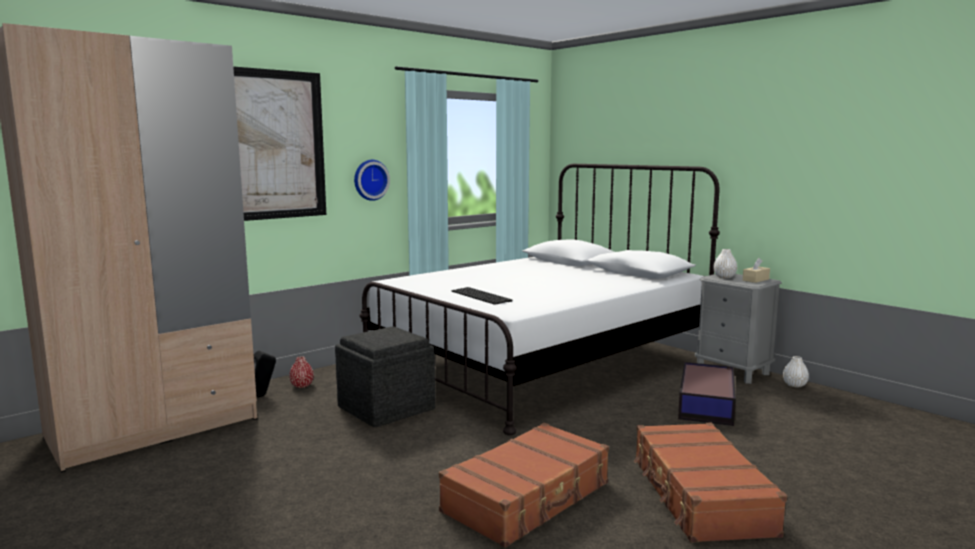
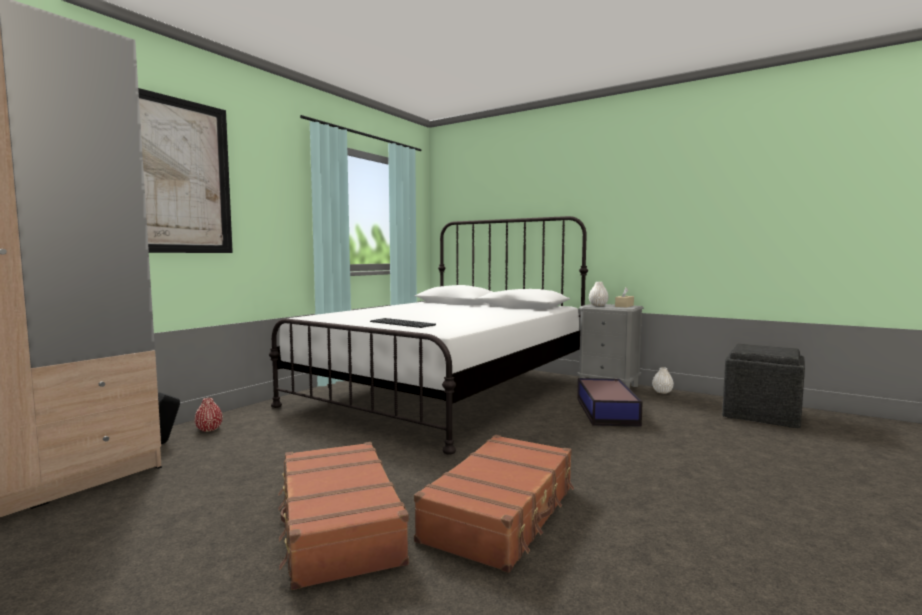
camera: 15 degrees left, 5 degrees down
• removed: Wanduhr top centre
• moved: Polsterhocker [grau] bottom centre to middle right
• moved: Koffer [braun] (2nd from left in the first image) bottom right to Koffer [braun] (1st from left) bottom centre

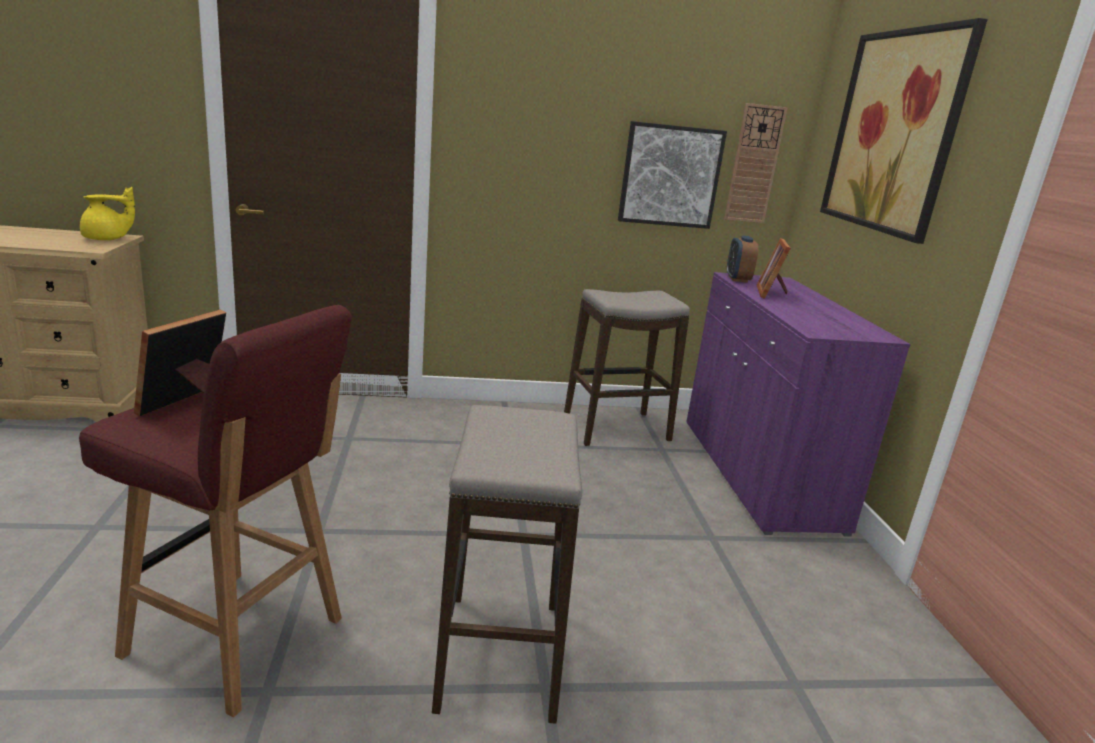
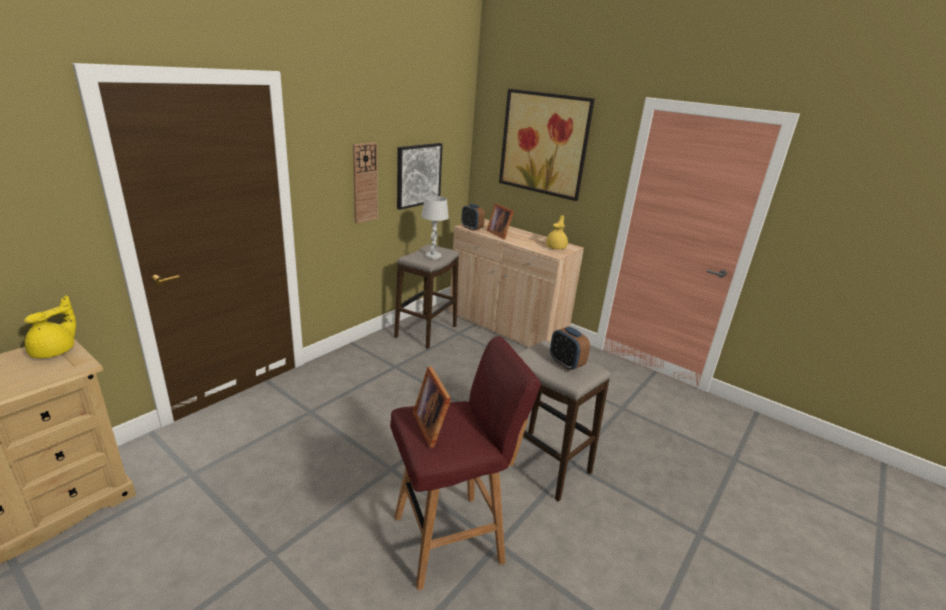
camera: 45 degrees left, 5 degrees up
• added: Tischlampe [weiß] centre
• added: Teekanne [gelb] (2nd from left) centre
• added: Wecker (2nd from left) centre
• moved: Wanduhr top right to top centre
• recoloured: Schrank [lila] middle right to Schrank [beige] centre

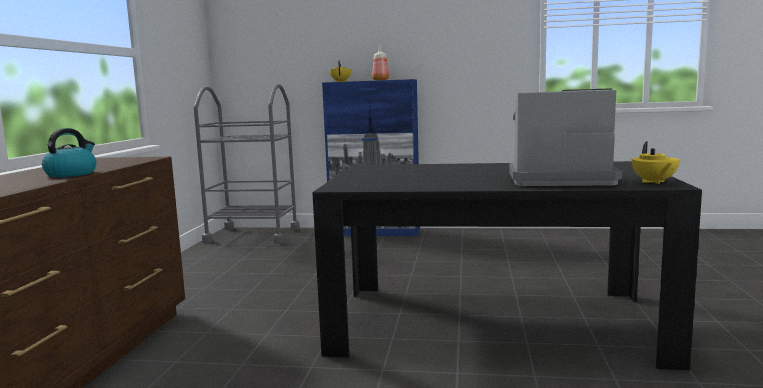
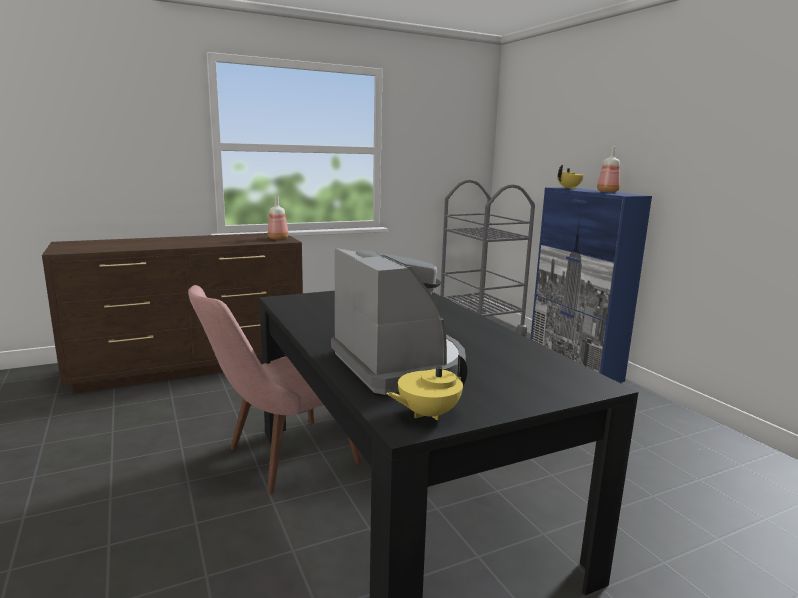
camera: 55 degrees right, 5 degrees up
• removed: Wasserkessel middle left
• added: Stuhl [rosa] centre
• added: Flasche (1st from left) centre

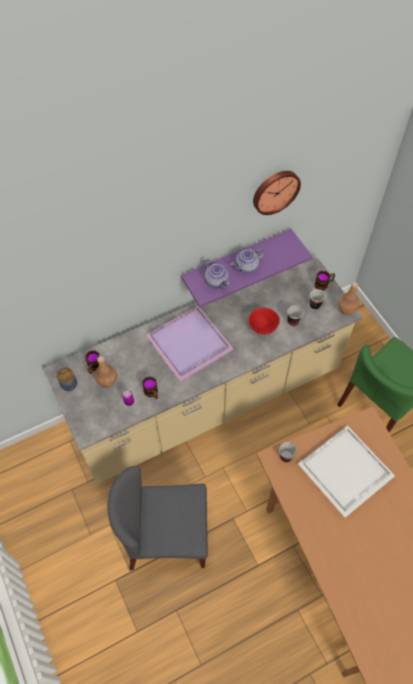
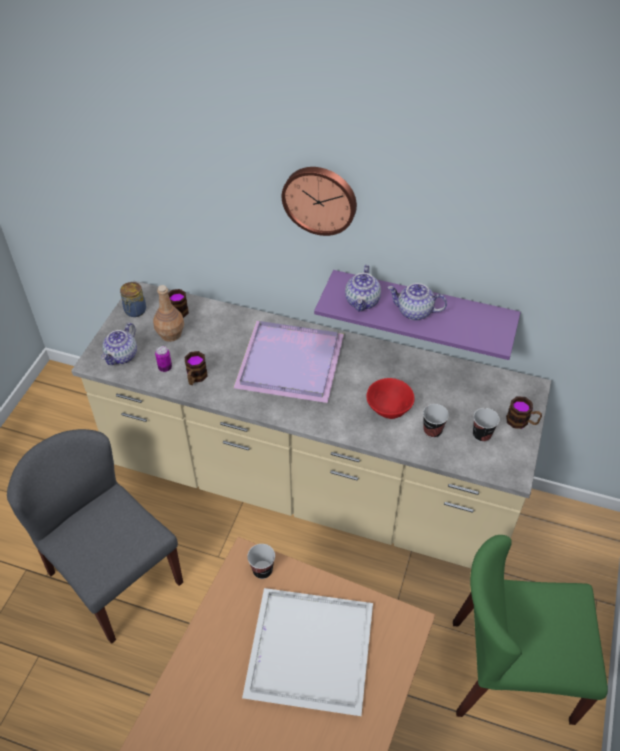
camera: 45 degrees right, 10 degrees down
• removed: Flasche [braun] (2nd from left) middle right
• added: Teekanne (1st from left) middle left
• moved: Wanduhr top right to top centre

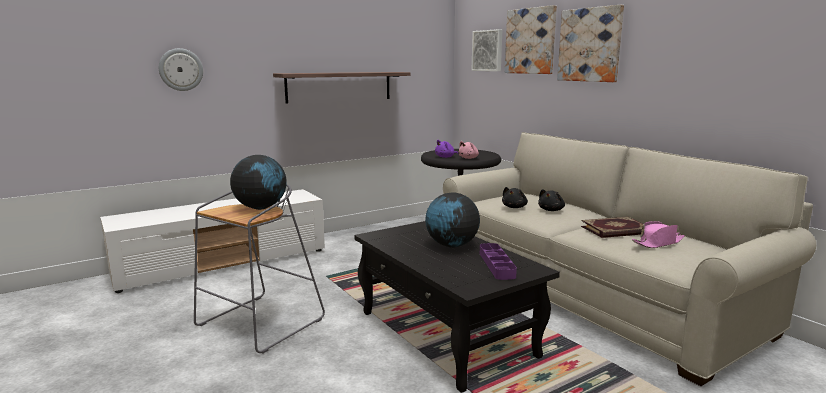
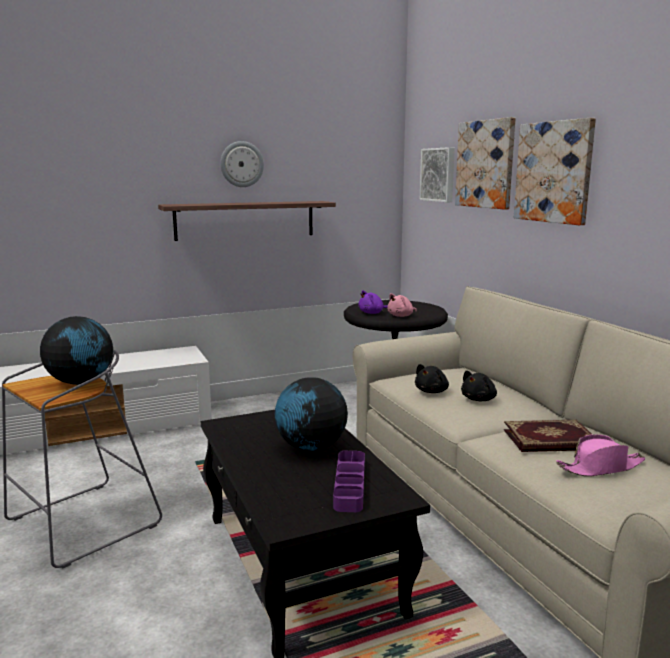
camera: 10 degrees right, 0 degrees up
• moved: Wanduhr top left to top centre

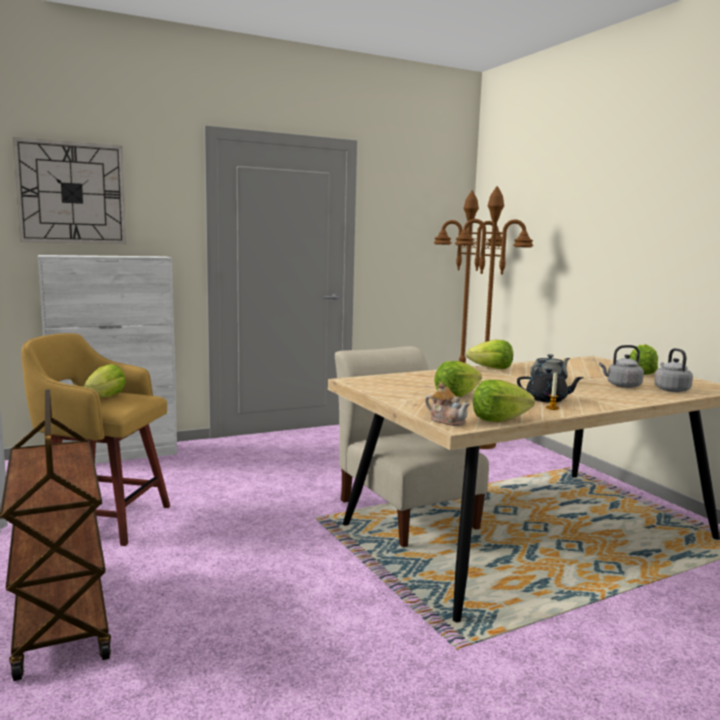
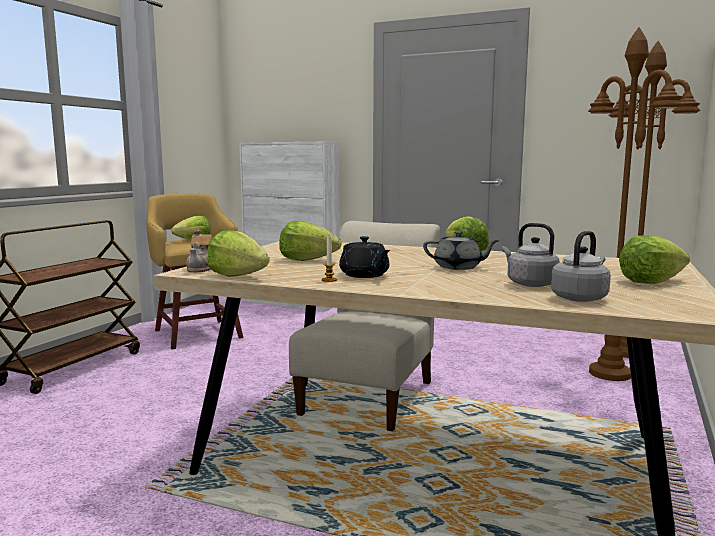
camera: 50 degrees right, 0 degrees up
• removed: Wanduhr top left

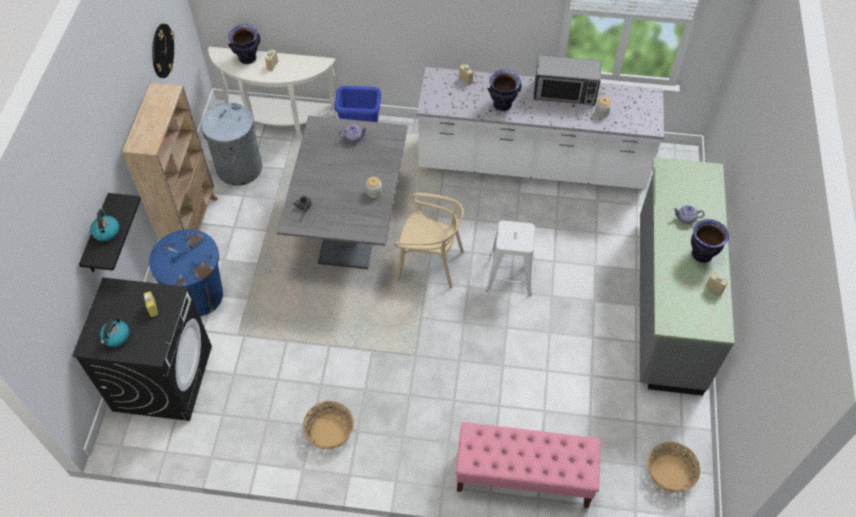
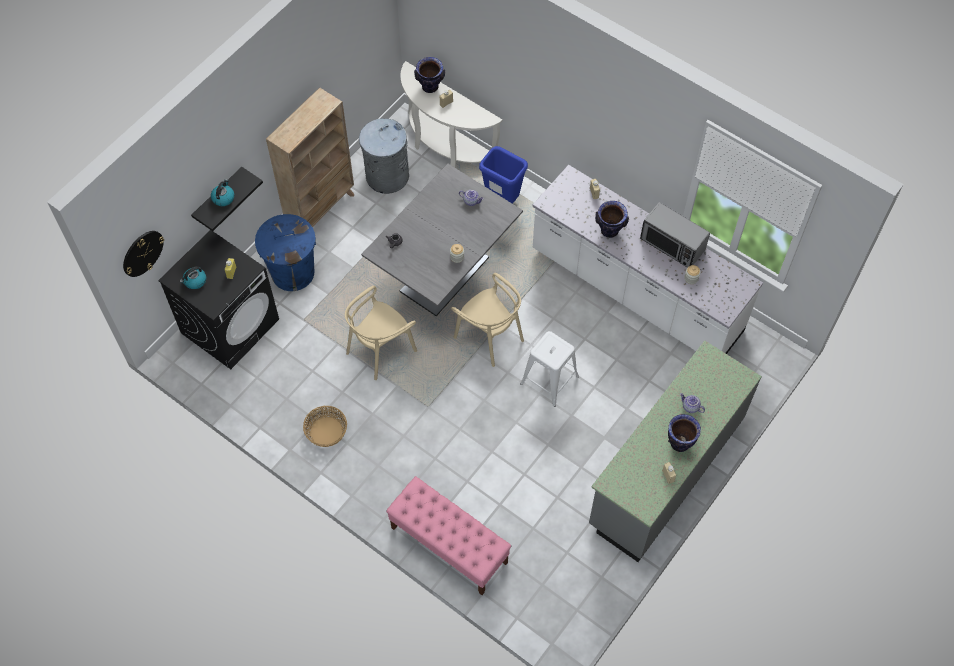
camera: 30 degrees right, 5 degrees up
• removed: Korb (2nd from left) bottom right
• added: Stuhl [beige] (1st from left) centre
• moved: Wanduhr top left to middle left

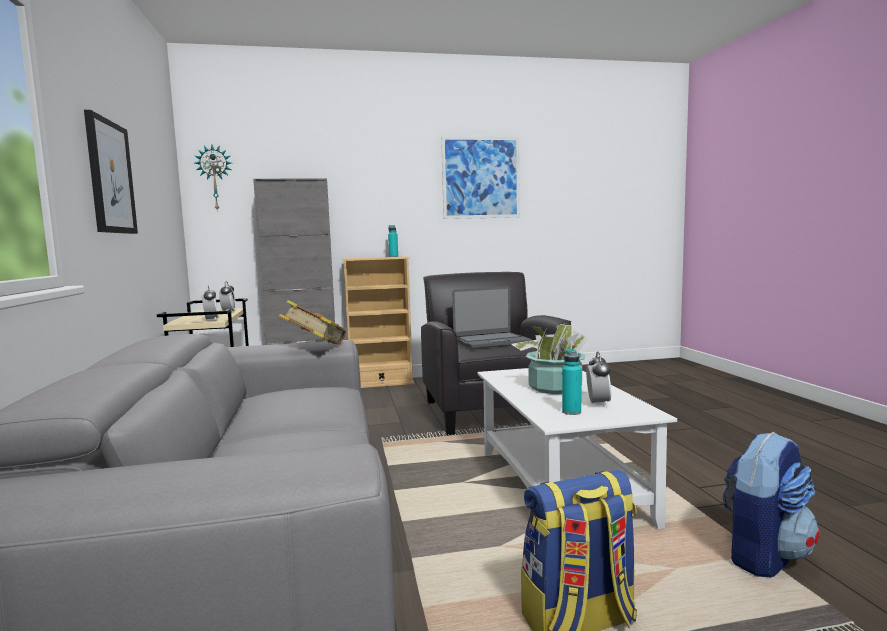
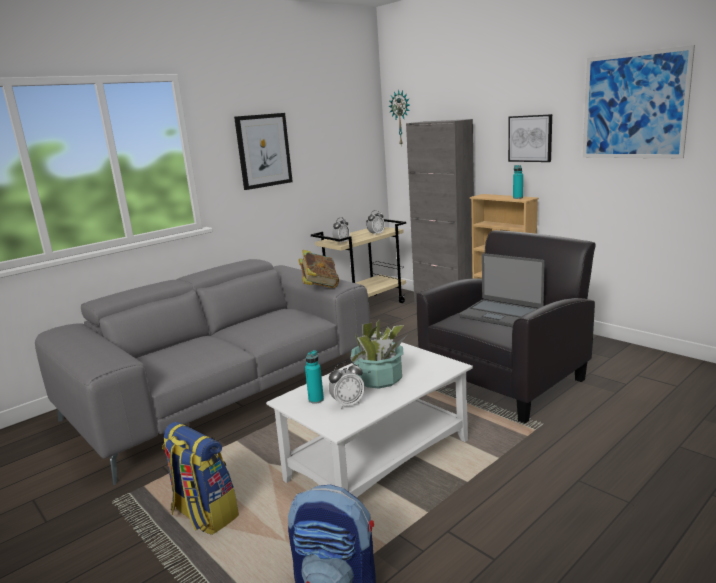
camera: 60 degrees right, 10 degrees up
• added: Bild (2nd from left) top right

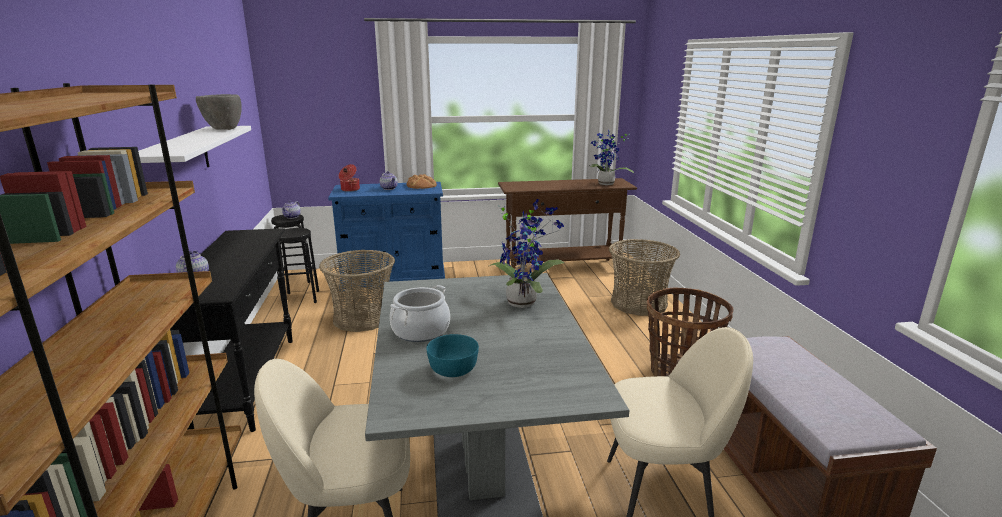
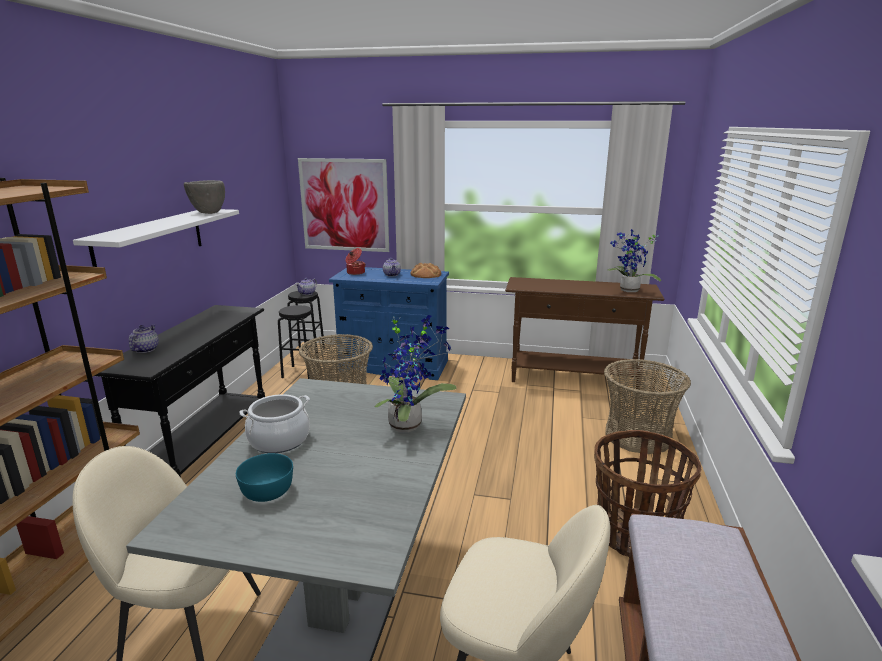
camera: 20 degrees right, 0 degrees up
• added: Bild top centre

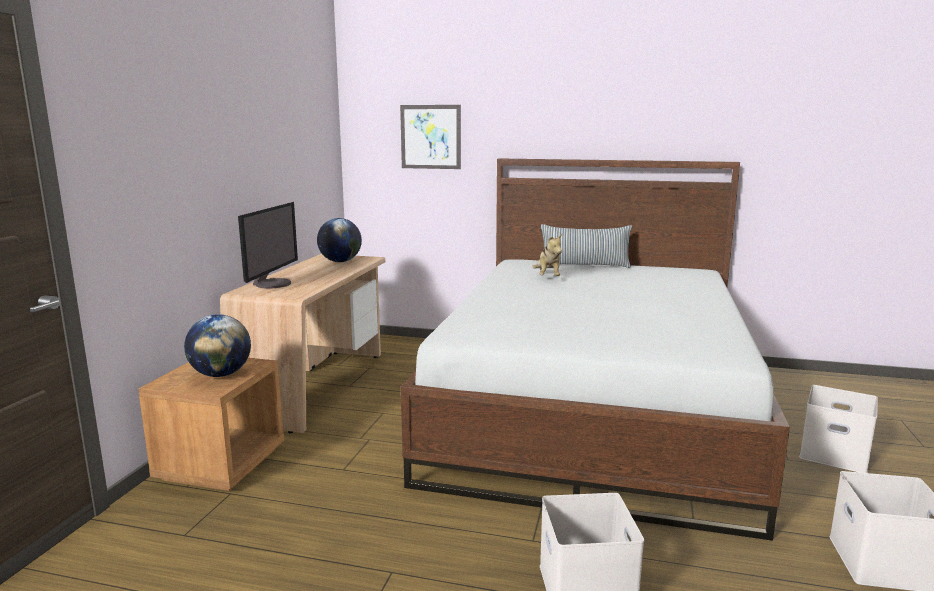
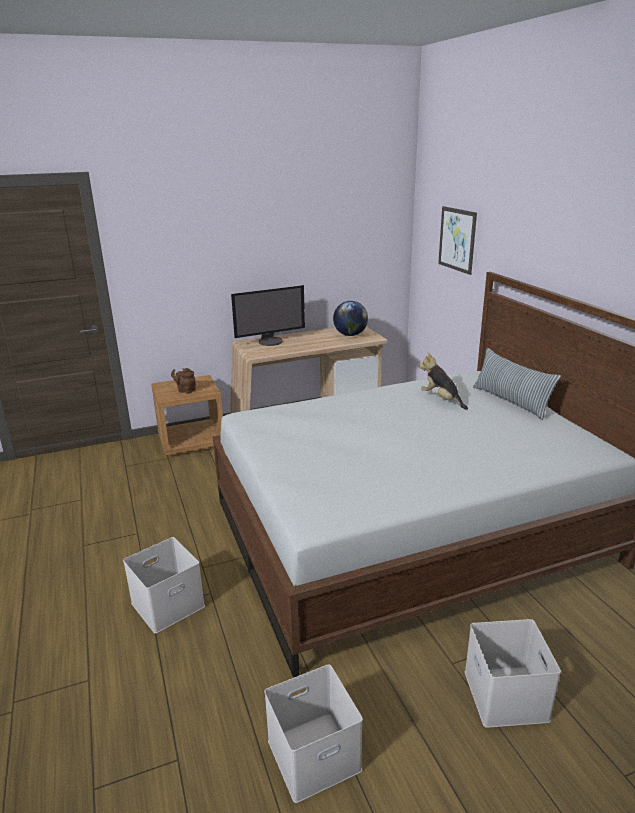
camera: 55 degrees right, 10 degrees up
• replaced: Globus (1st from left) middle left to Teekanne [braun] middle left
• turned: Plüschtier centre = middle right 90 degrees clockwise

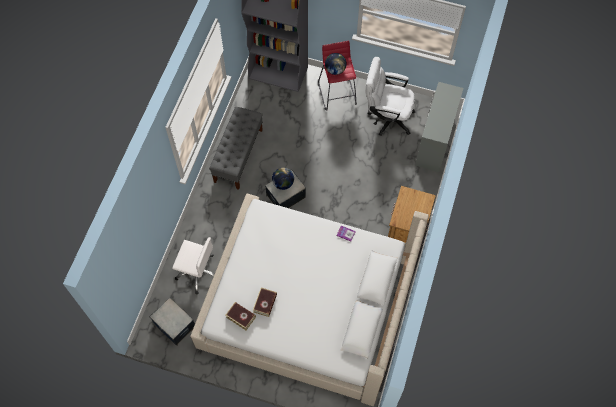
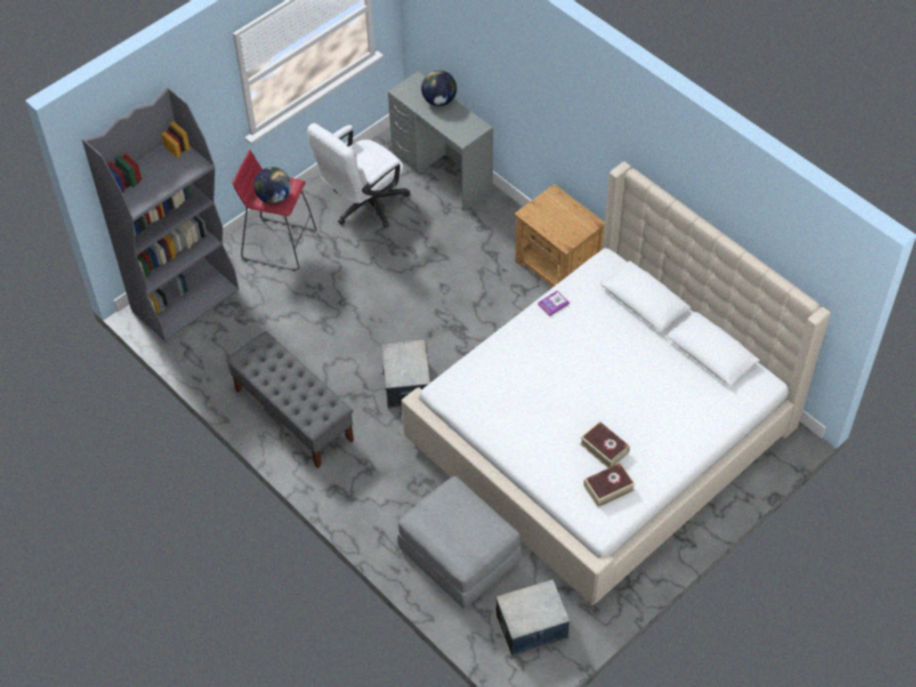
camera: 60 degrees left, 10 degrees down
• moved: Globus (1st from left in the first image) centre to Globus (2nd from left) top centre
• replaced: Bürostuhl [weiß] (1st from left) middle left to Polsterhocker [grau] bottom centre

